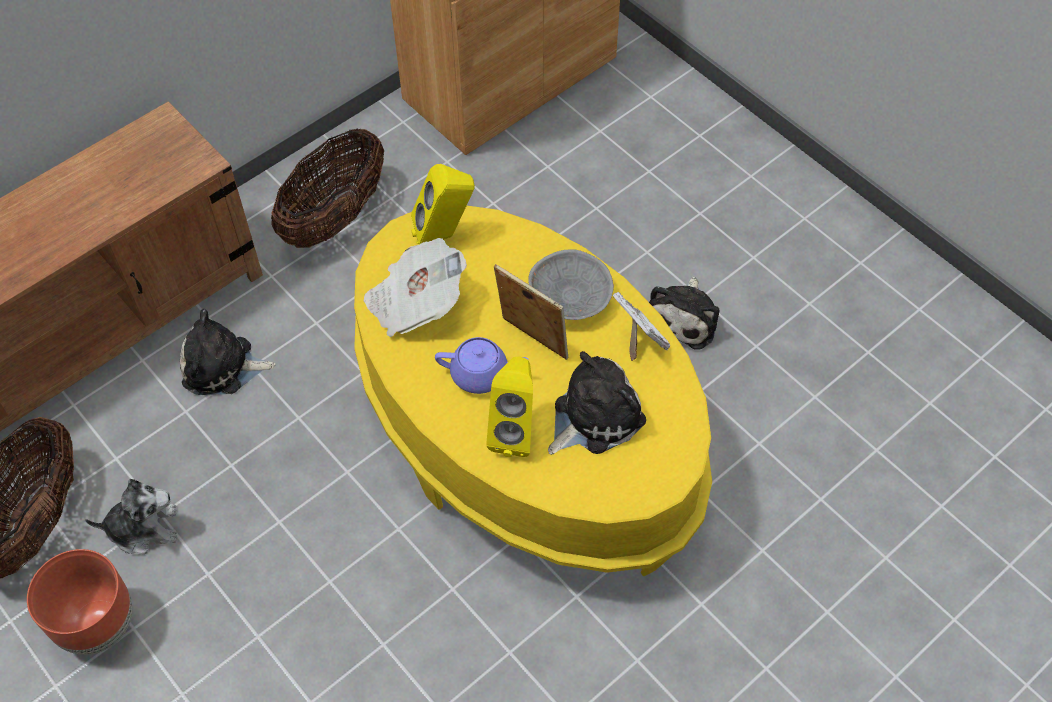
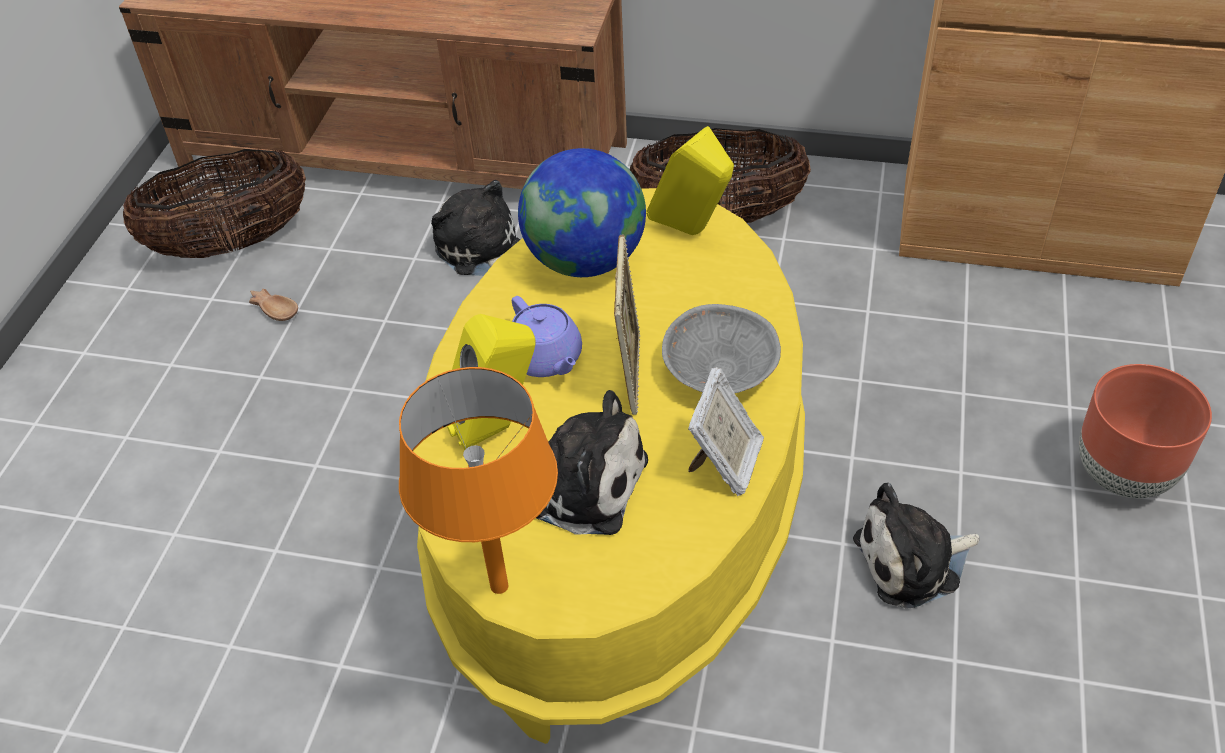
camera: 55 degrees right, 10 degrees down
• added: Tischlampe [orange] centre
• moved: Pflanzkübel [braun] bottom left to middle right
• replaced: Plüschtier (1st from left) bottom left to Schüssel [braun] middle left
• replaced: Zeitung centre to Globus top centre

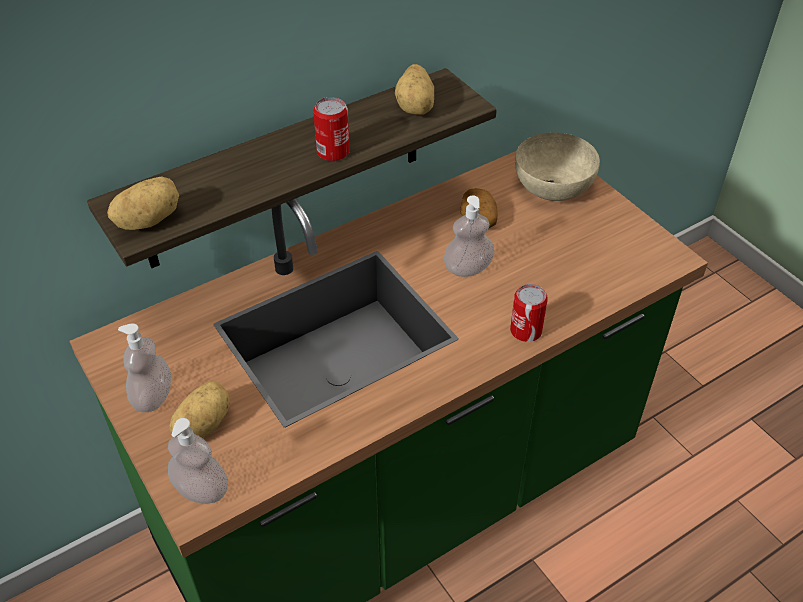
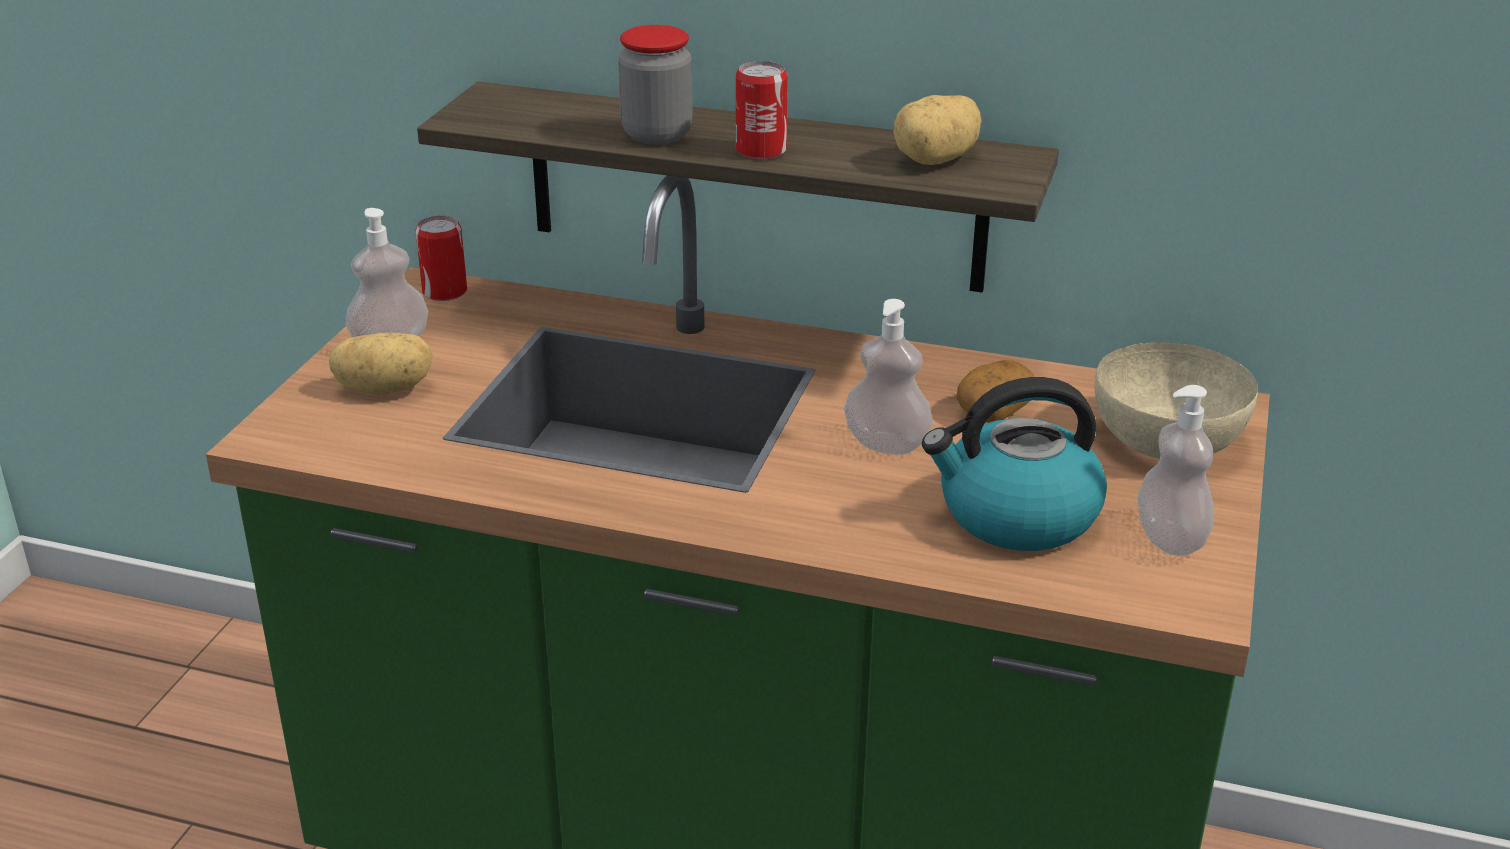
camera: 50 degrees right, 15 degrees down
• removed: Kartoffel (1st from left) middle left
• added: Vorratsglas top centre
• added: Wasserkessel middle right
• moved: Seifenspender (2nd from left in the first image) bottom left to Seifenspender (3rd from left) middle right
• moved: Dose (2nd from left in the first image) centre to Dose (1st from left) top left

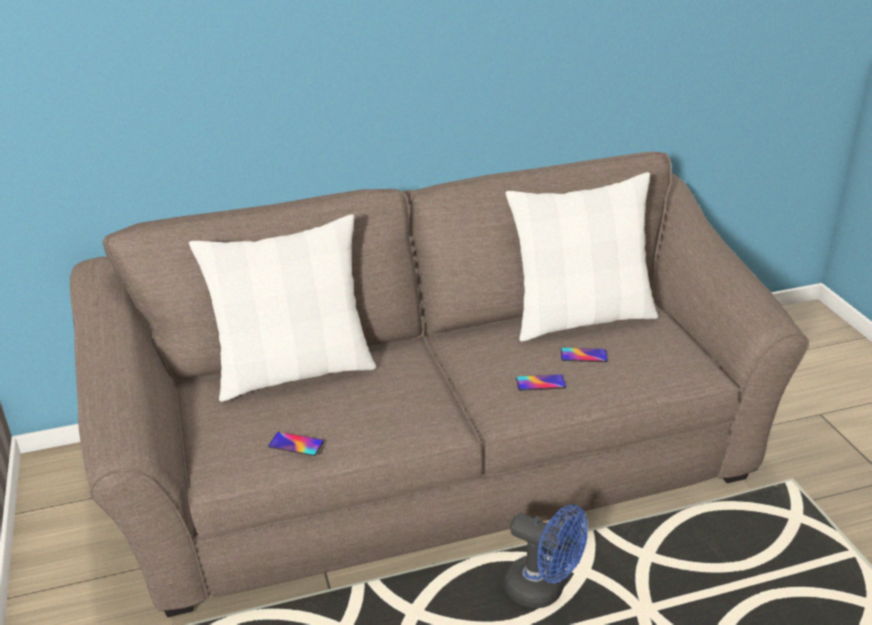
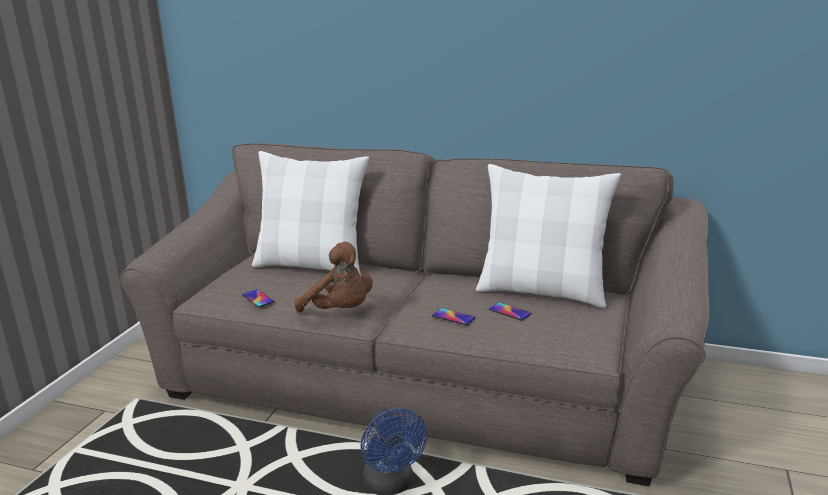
camera: 35 degrees right, 10 degrees down
• added: Plüschtier [braun] centre

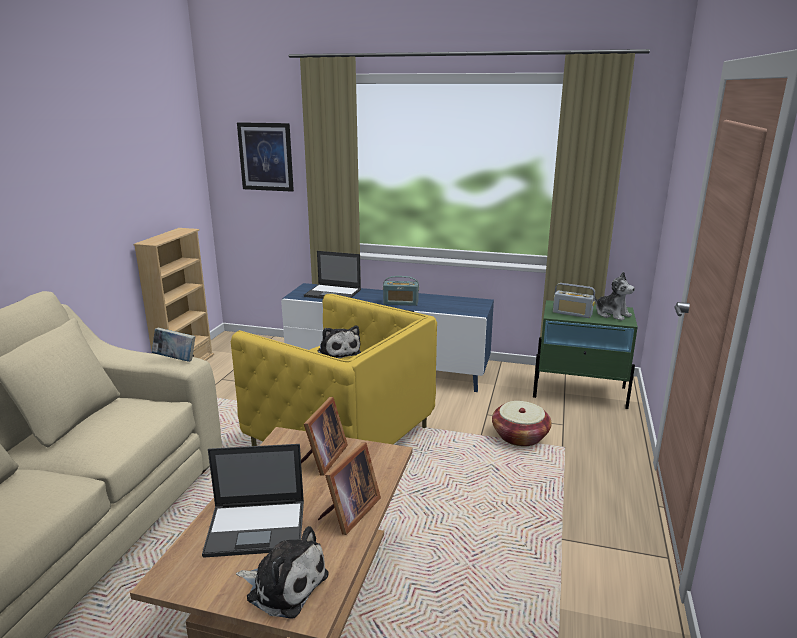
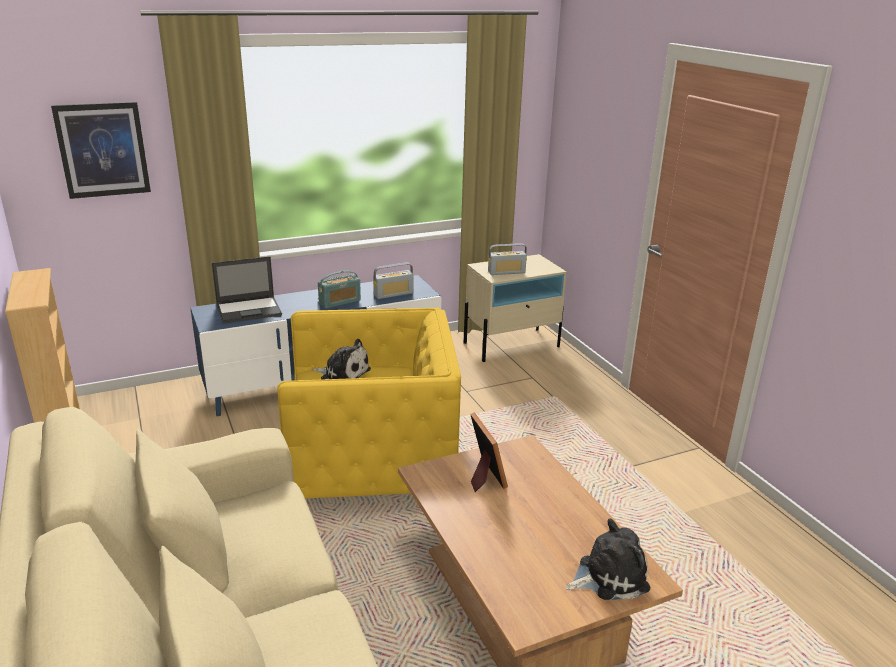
camera: 40 degrees left, 5 degrees up
• removed: Buch middle left
• removed: Laptop (1st from left) bottom left
• removed: Bilderrahmen (2nd from left) bottom centre
• removed: Korb centre
• removed: Plüschtier (3rd from left) middle right
• added: Radio (2nd from left) centre
• recoloured: Nachttisch [grün] middle right to Nachttisch [beige] centre

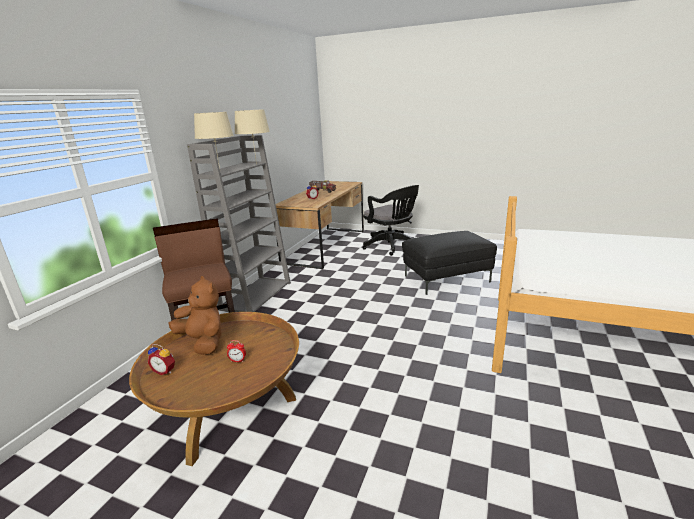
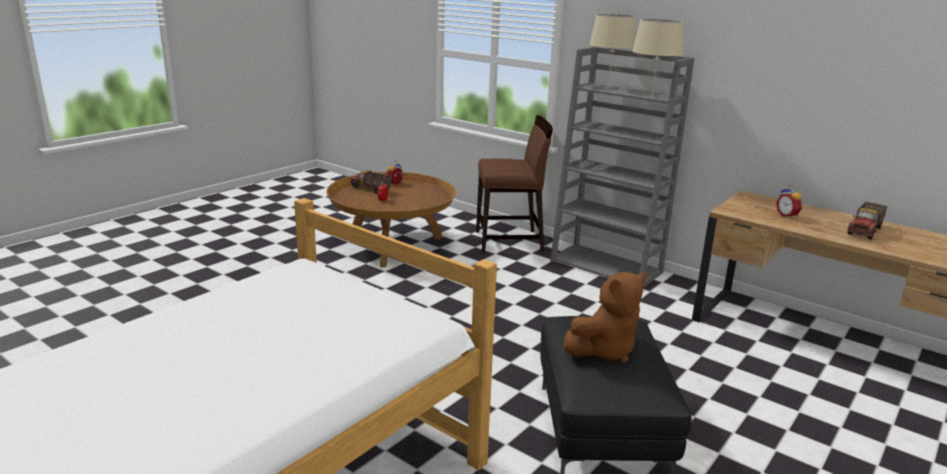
camera: 105 degrees right, 0 degrees up
• removed: Bürostuhl [schwarz] centre
• added: Spielzeuglaster (1st from left) centre
• moved: Plüschtier [braun] middle left to bottom centre

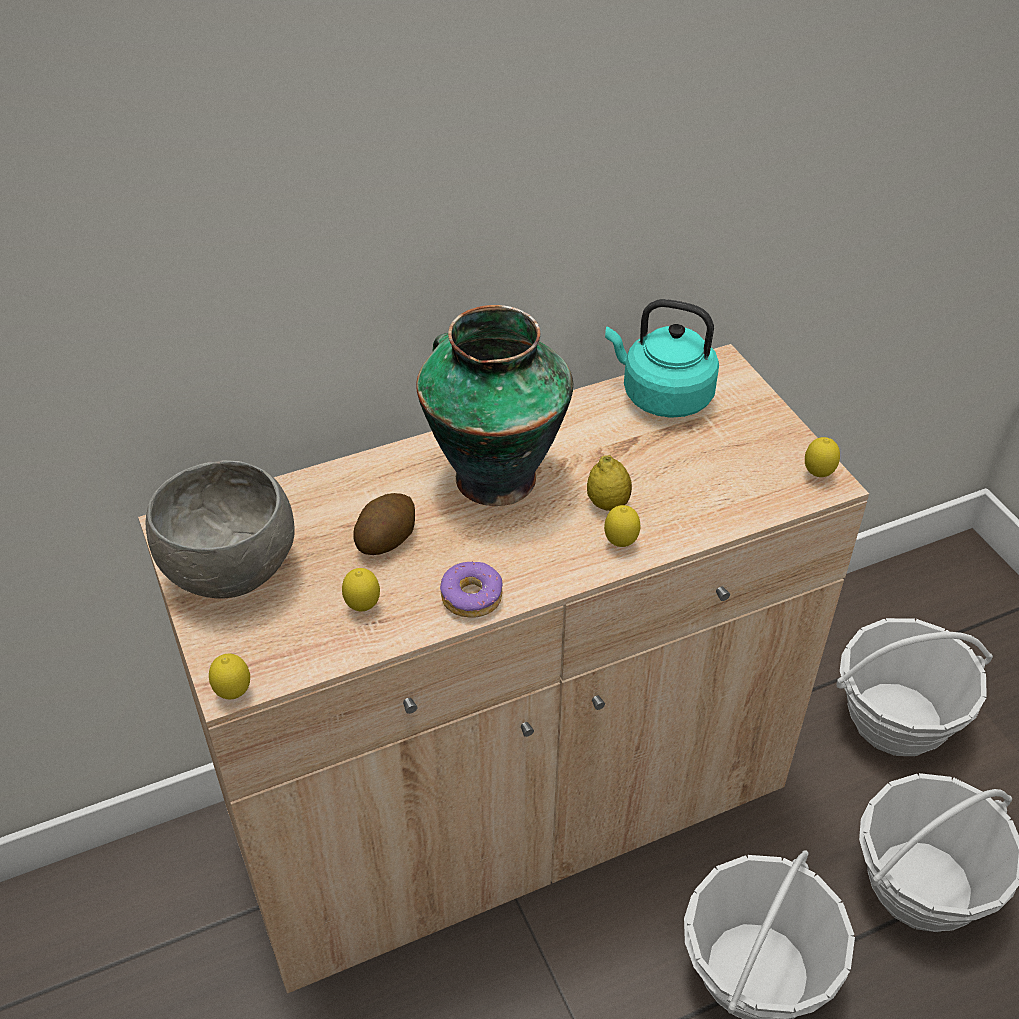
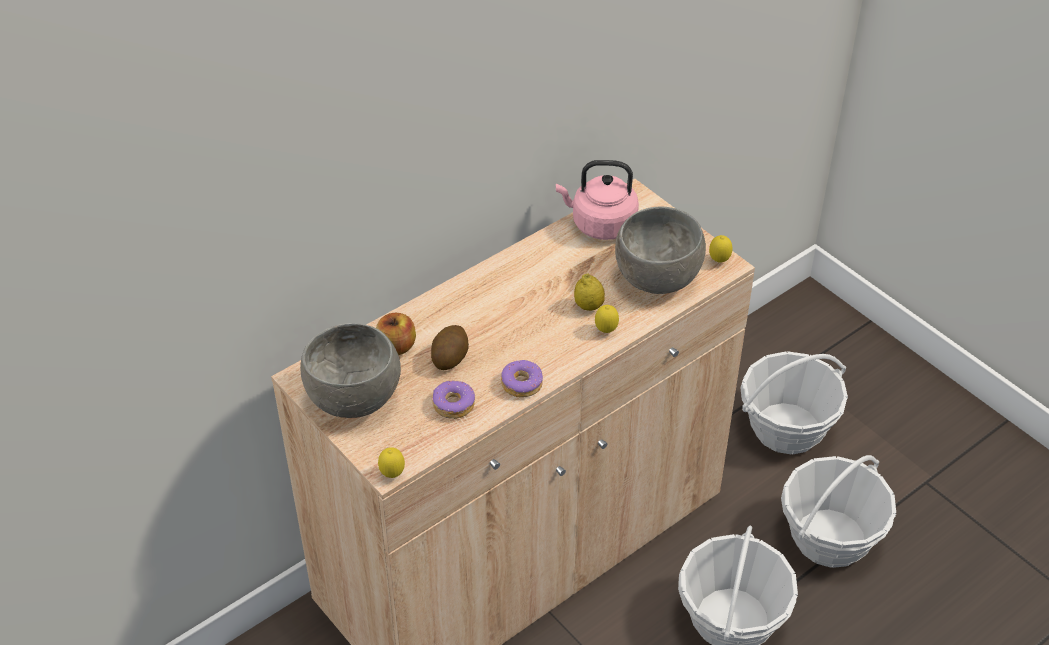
camera: 15 degrees left, 0 degrees up
• removed: Vase centre
• added: Apfel centre
• added: Schüssel [grau] (2nd from left) centre
• replaced: Zitrone (2nd from left) centre to Donut (1st from left) centre
• recoloured: Wasserkessel [türkis] centre to Wasserkessel [rosa] top centre

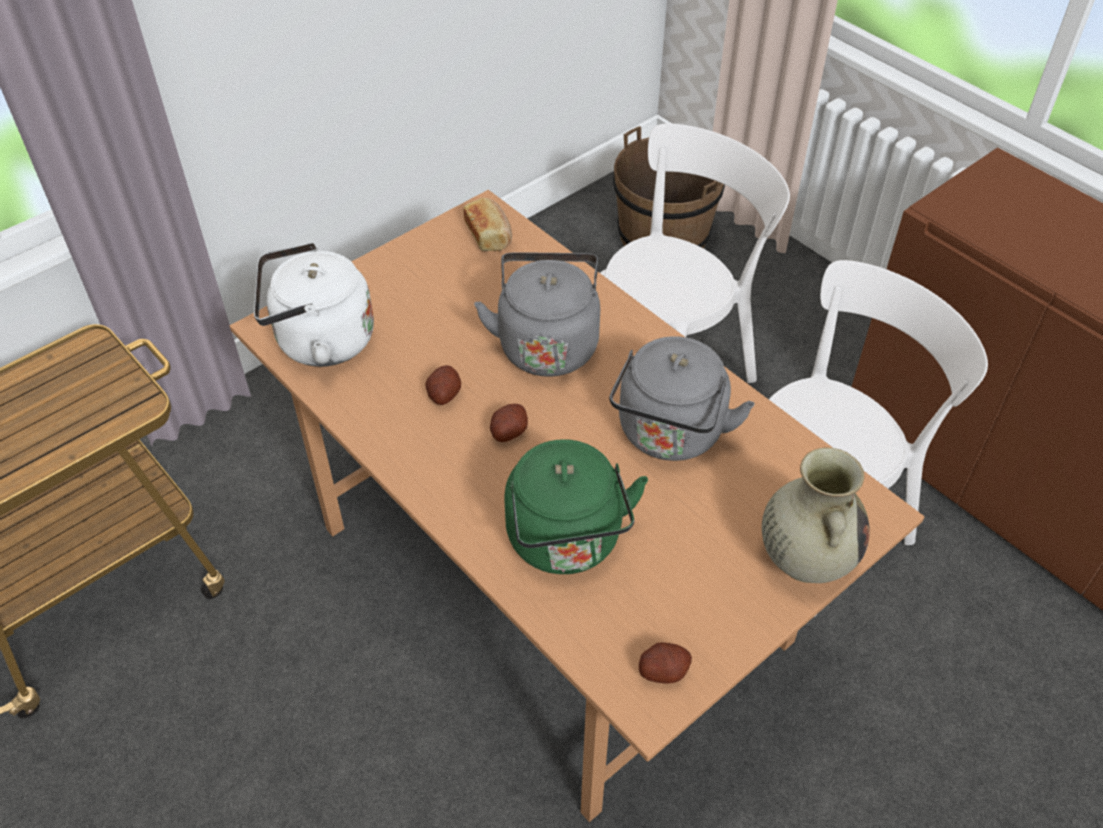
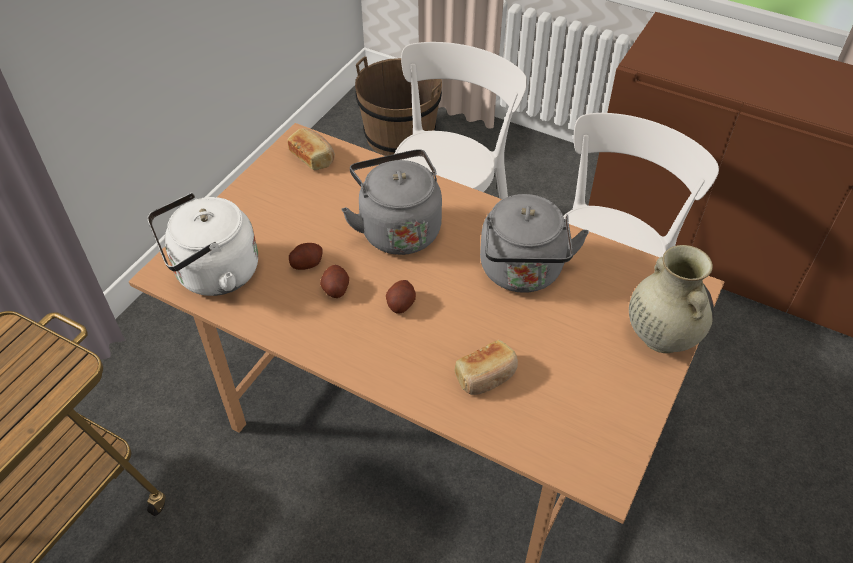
camera: 20 degrees left, 0 degrees up
• moved: Kartoffel (3rd from left in the first image) bottom centre to Kartoffel (1st from left) centre
• replaced: Wasserkessel [grün] centre to Brot (2nd from left) centre

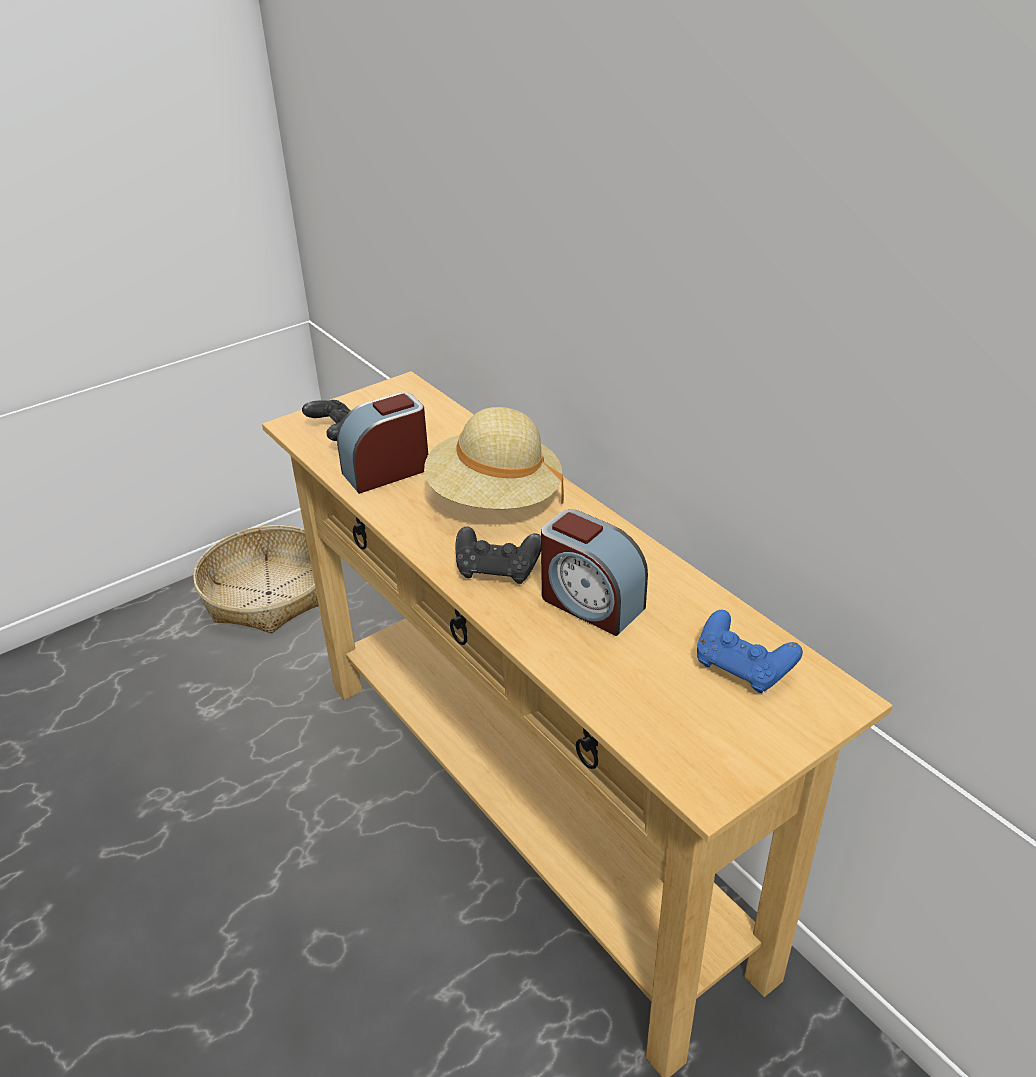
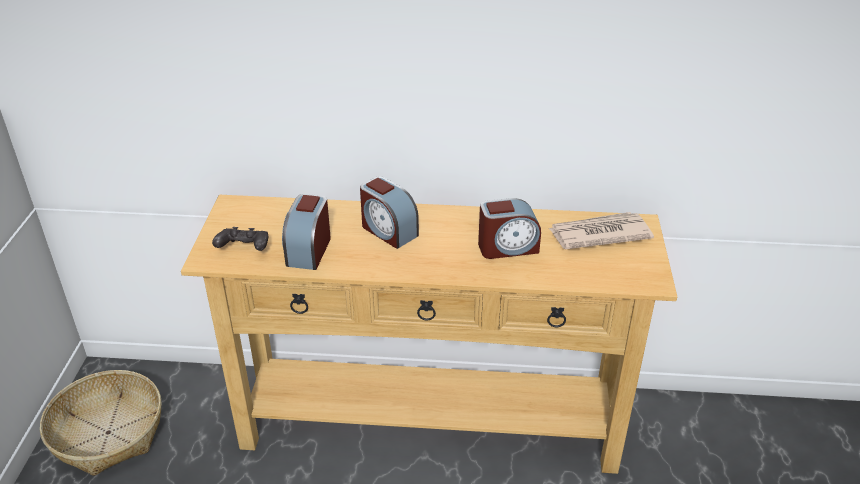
camera: 50 degrees left, 0 degrees up
• removed: Gamepad [schwarz] (2nd from left) centre
• replaced: Hut [beige] centre to Wecker (2nd from left) centre
• replaced: Gamepad [blau] middle right to Zeitung middle right

